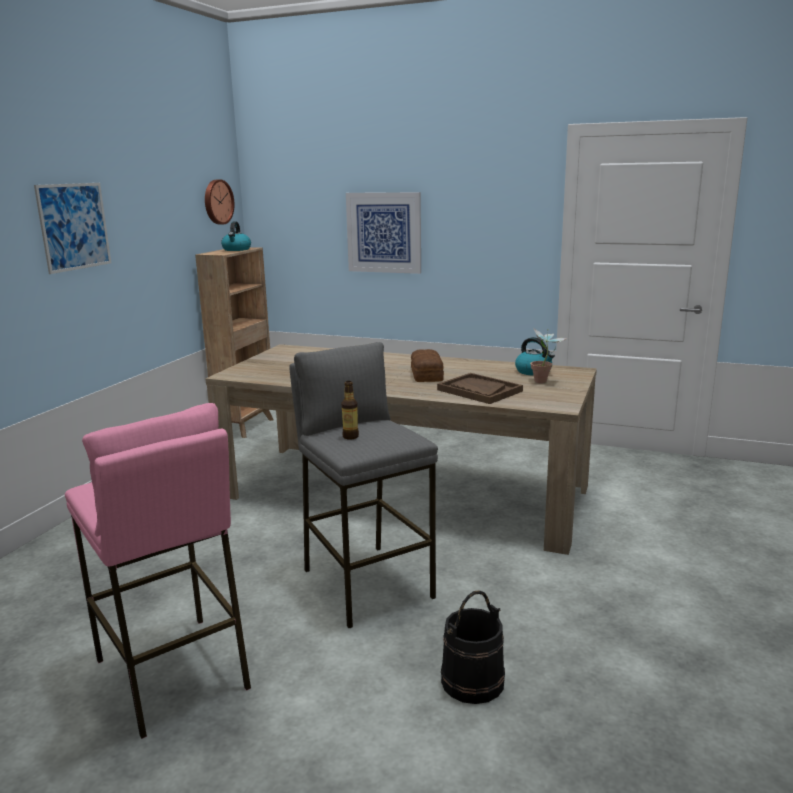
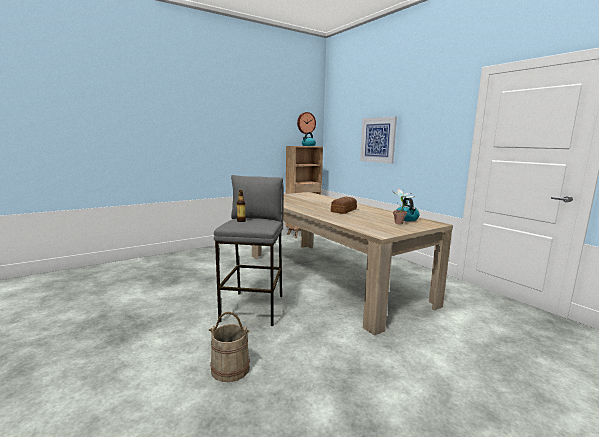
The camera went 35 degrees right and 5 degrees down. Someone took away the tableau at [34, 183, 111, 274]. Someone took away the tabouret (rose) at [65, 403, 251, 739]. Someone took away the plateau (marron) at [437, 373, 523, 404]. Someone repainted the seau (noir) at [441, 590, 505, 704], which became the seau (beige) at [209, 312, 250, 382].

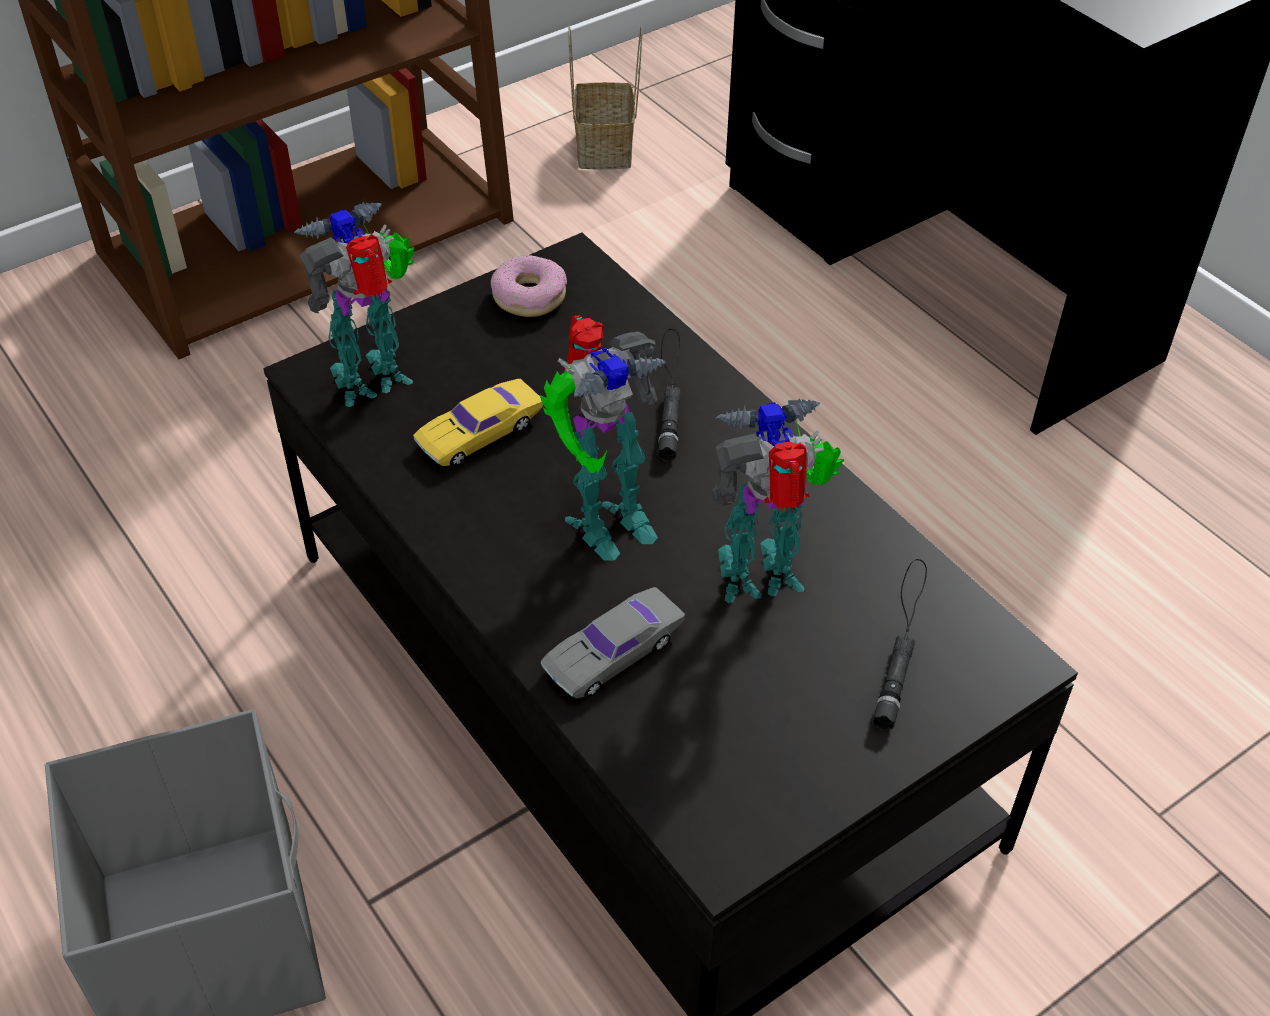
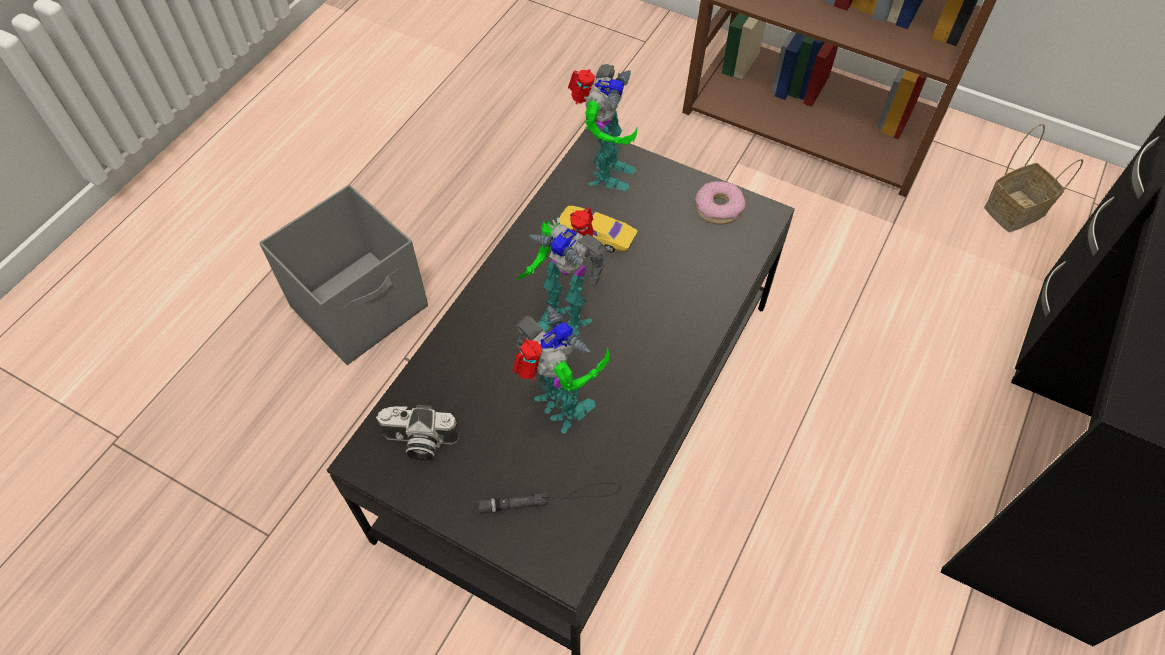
The camera went 65 degrees right and 10 degrees up. Someone rotated the robot jouet at [294, 203, 414, 407] by 75 degrees clockwise. Someone took away the petite voiture (gris) at [541, 587, 685, 698]. Someone took away the lampe de poche (noir) at [658, 329, 681, 462]. Someone put down the appareil photo at [376, 405, 459, 461].

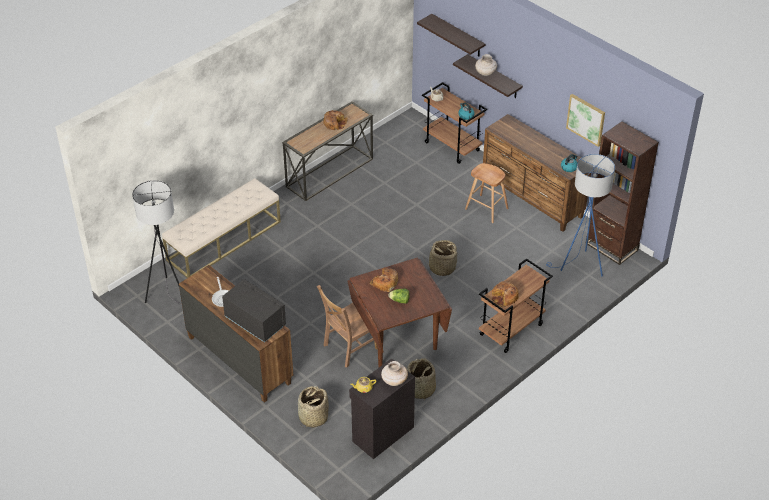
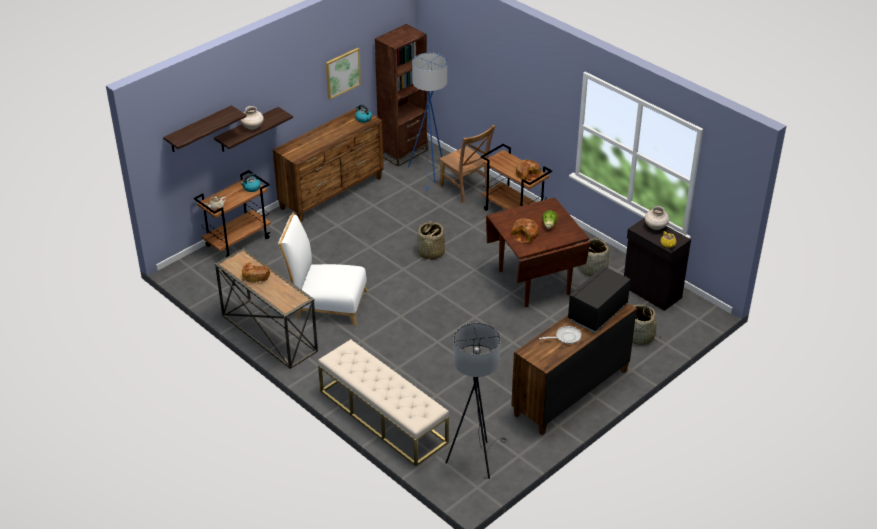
The camera went 90 degrees left and 5 degrees down. Someone carried the chaise (marron) from [317, 285, 378, 368] to [440, 125, 495, 203]. Someone took away the tabouret (marron) at [465, 163, 508, 223]. Someone put down the chaise (blanc) at [278, 212, 368, 326].

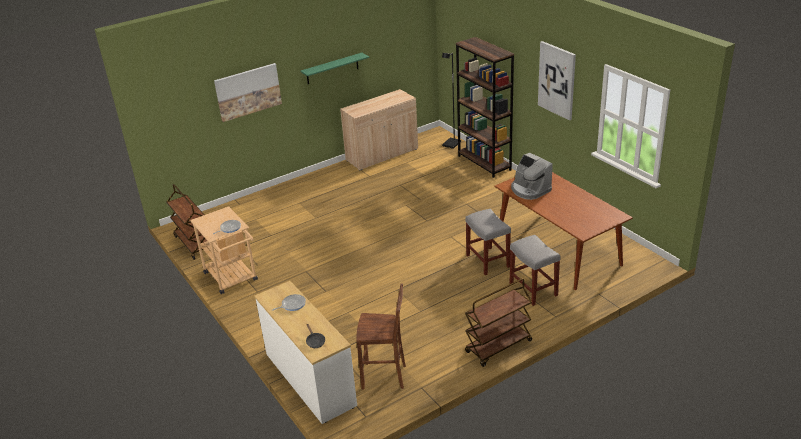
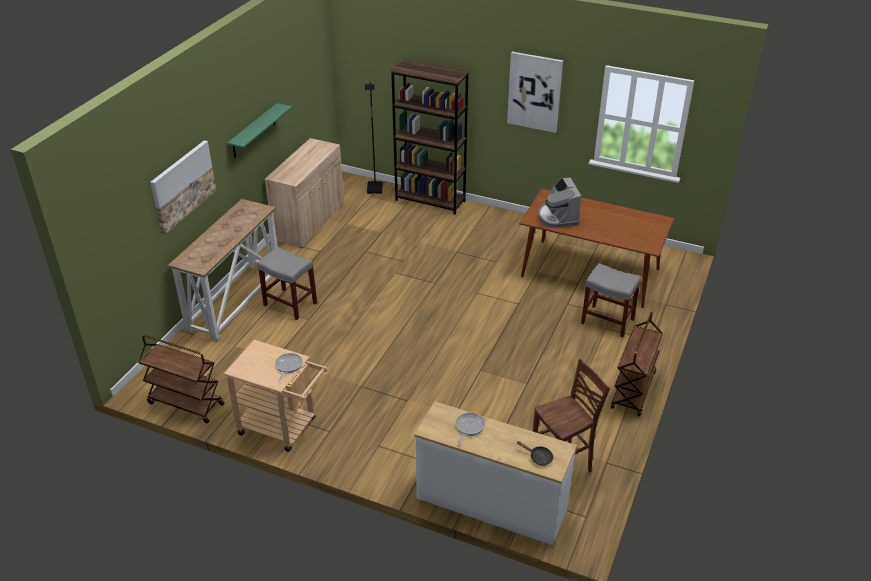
The camera went 35 degrees left and 5 degrees up. Someone carried the tabouret (gris) from [465, 209, 511, 275] to [257, 247, 317, 320]. Someone rotated the machine à café at [511, 153, 553, 200] by 60 degrees clockwise. Someone put down the table console at [168, 199, 278, 341].

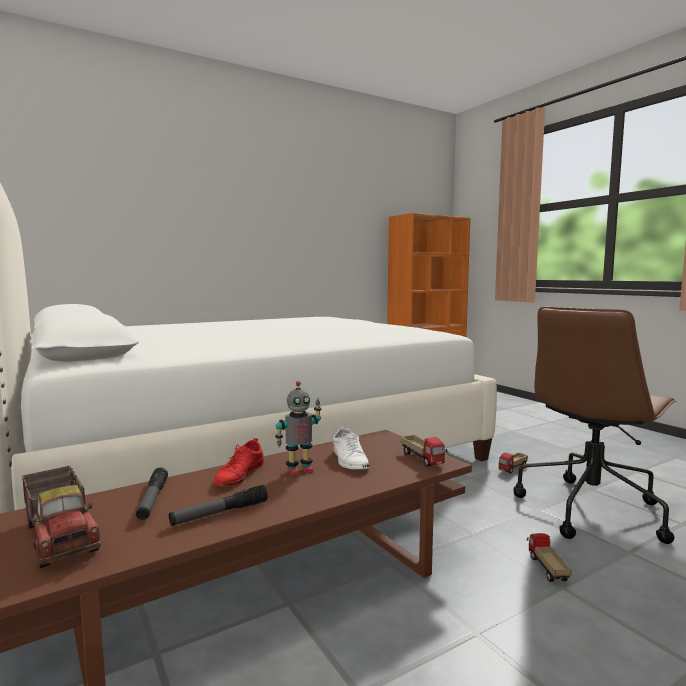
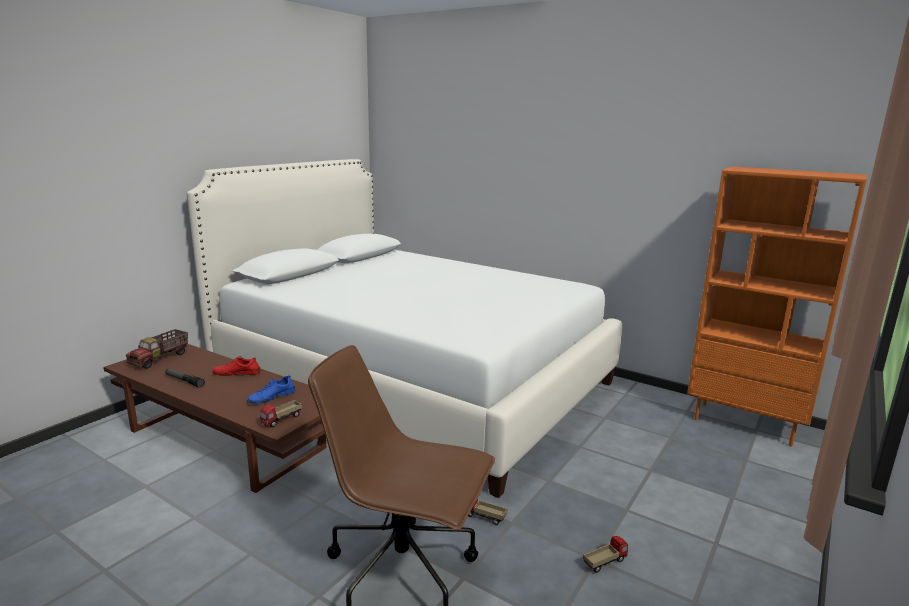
The camera went 65 degrees right and 10 degrees up. Someone took away the lampe de poche at [136, 468, 168, 520]. Someone took away the robot jouet at [275, 381, 321, 476]. Someone repainted the chaussure (blanc) at [333, 426, 370, 469], which became the chaussure (bleu) at [247, 375, 295, 404]. Someone carried the camion jouet from [527, 533, 572, 582] to [583, 536, 628, 573].

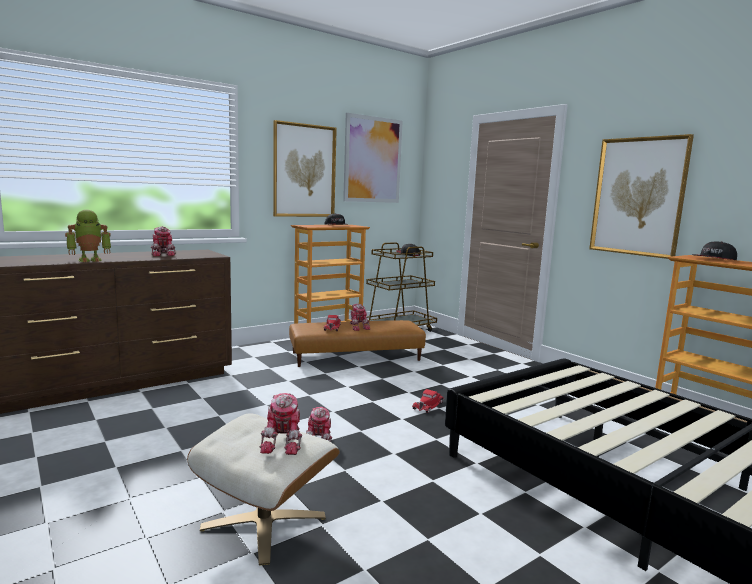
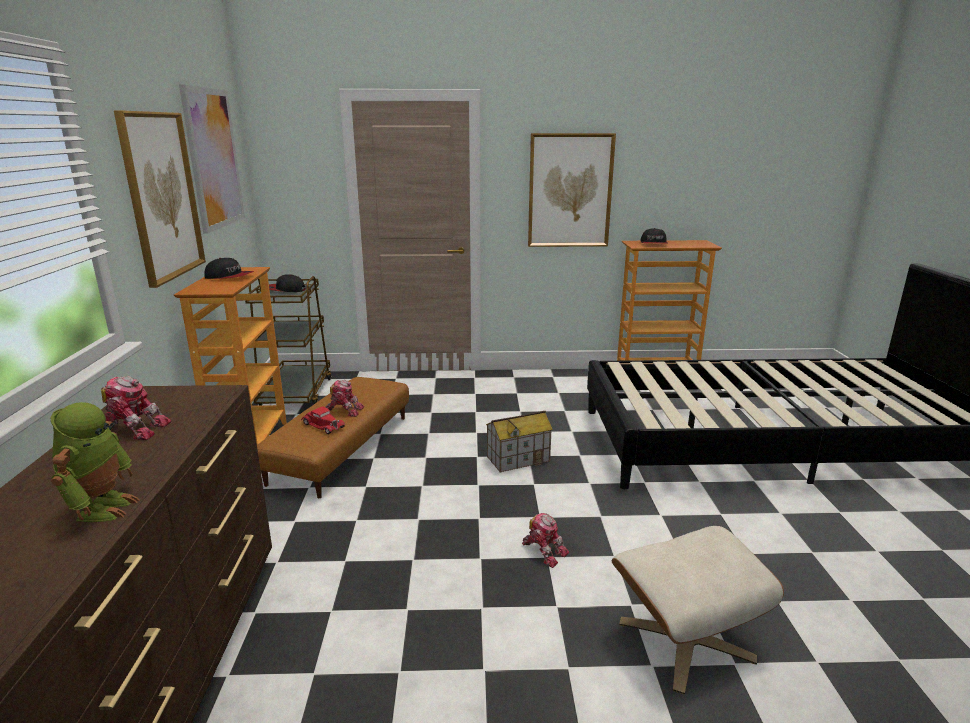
The camera went 55 degrees left and 10 degrees up. Someone took away the robot jouet at [260, 393, 302, 455]. Someone swapped the petite voiture (rouge) at [412, 389, 444, 413] for the maison miniature at [486, 411, 553, 472].

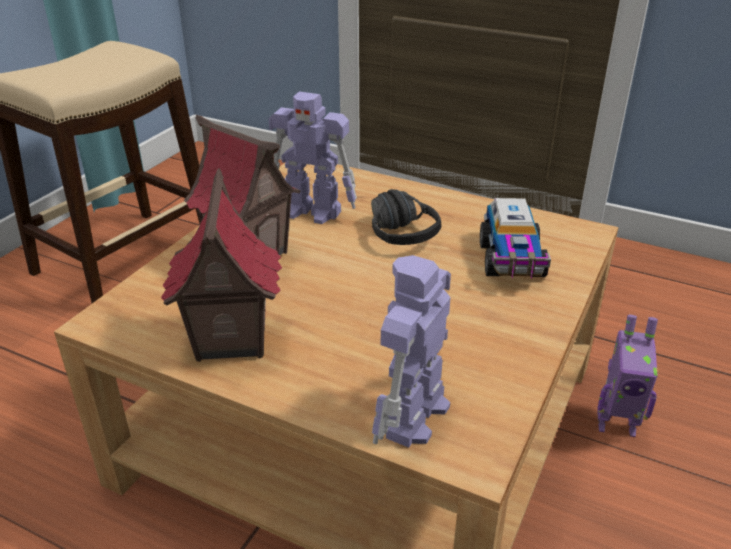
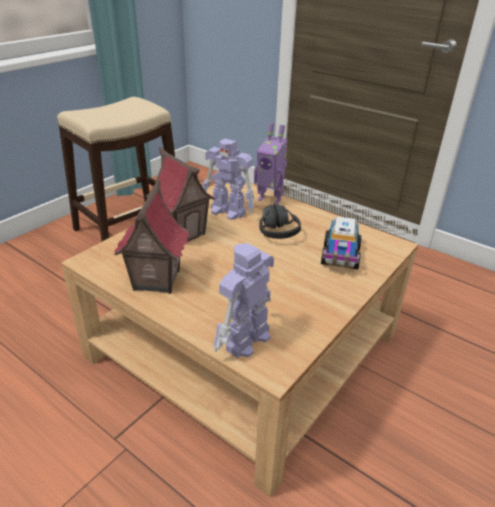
The camera went 10 degrees right and 0 degrees up. Someone carried the robot jouet from [597, 314, 658, 437] to [254, 123, 287, 204].

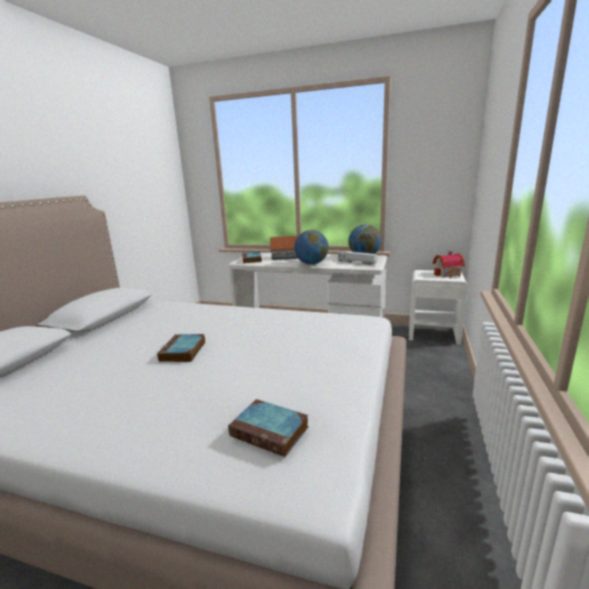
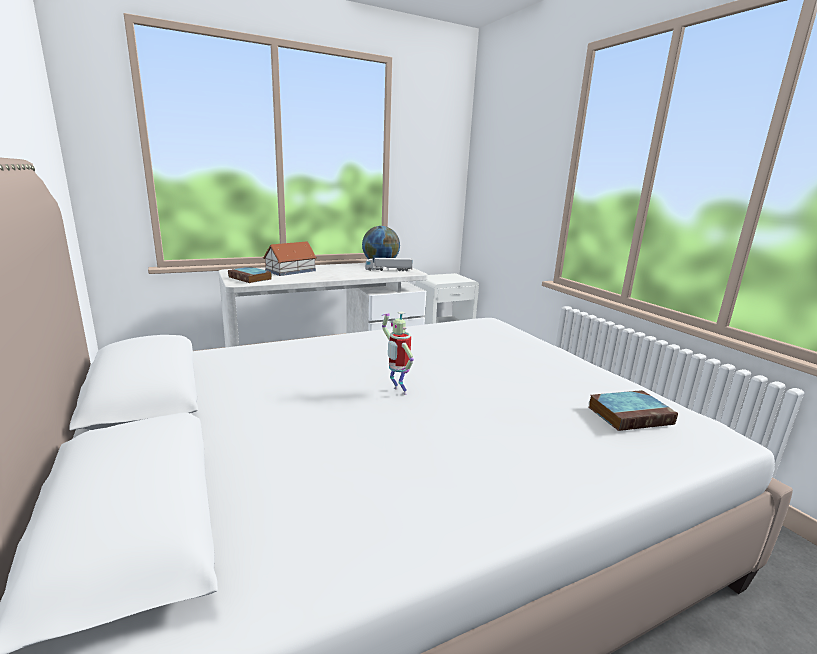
The camera went 45 degrees left and 0 degrees up. Someone swapped the livre at [157, 334, 205, 362] for the robot jouet at [382, 311, 414, 395]. Someone took away the globe at [294, 230, 329, 265]. Someone took away the maison miniature at [433, 251, 465, 278].

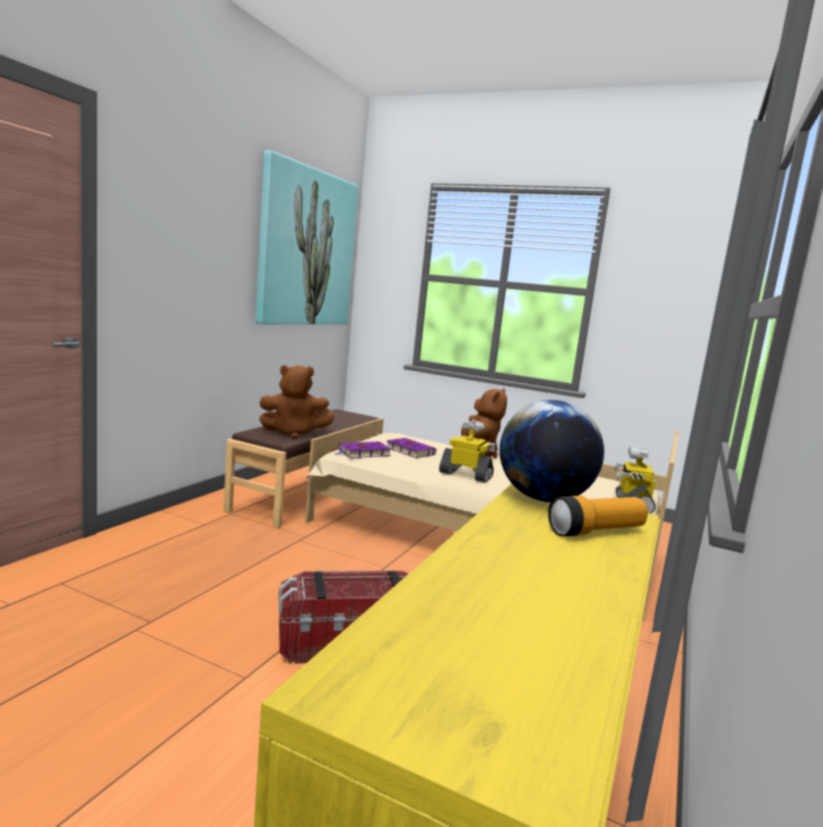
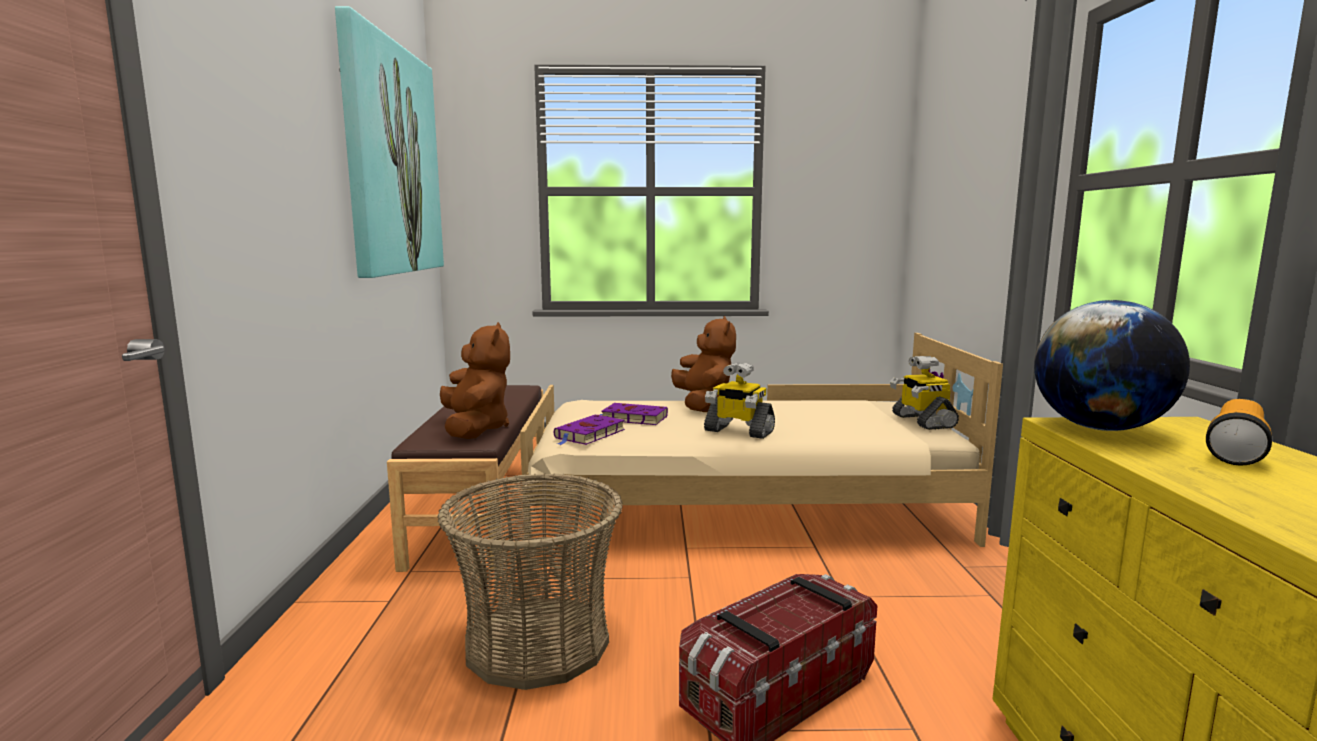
The camera went 25 degrees left and 0 degrees up. Someone rotated the peluche (marron) at [259, 365, 335, 439] by 75 degrees counterclockwise. Someone rotated the robot jouet at [439, 420, 495, 483] by 150 degrees counterclockwise. Someone put down the panier at [437, 473, 623, 690].

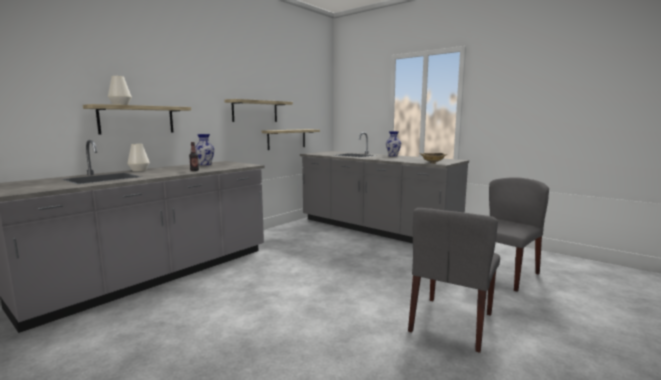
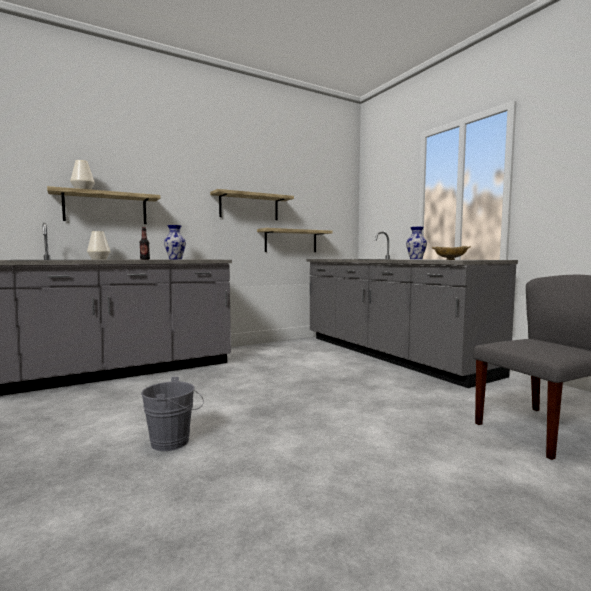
The camera went 20 degrees right and 5 degrees down. Someone took away the chaise (gris) at [408, 208, 500, 353]. Someone put down the seau (gris) at [141, 377, 204, 451].

